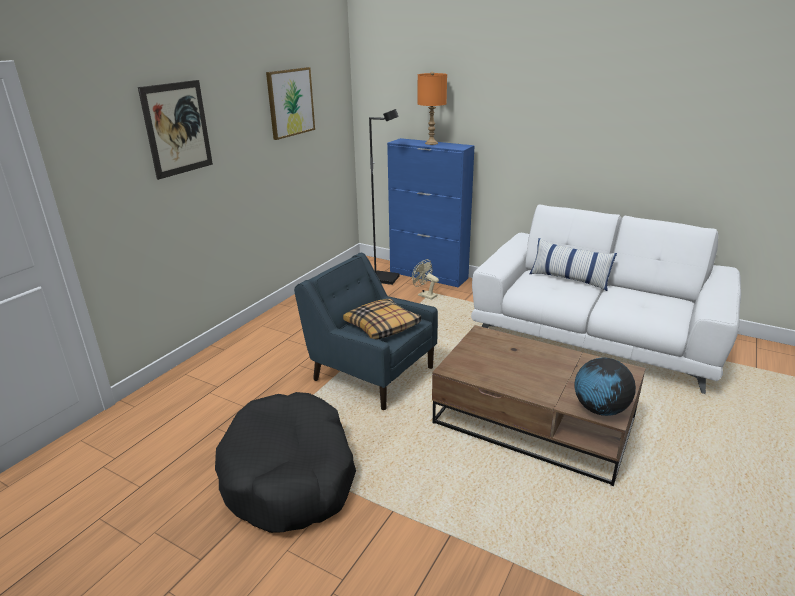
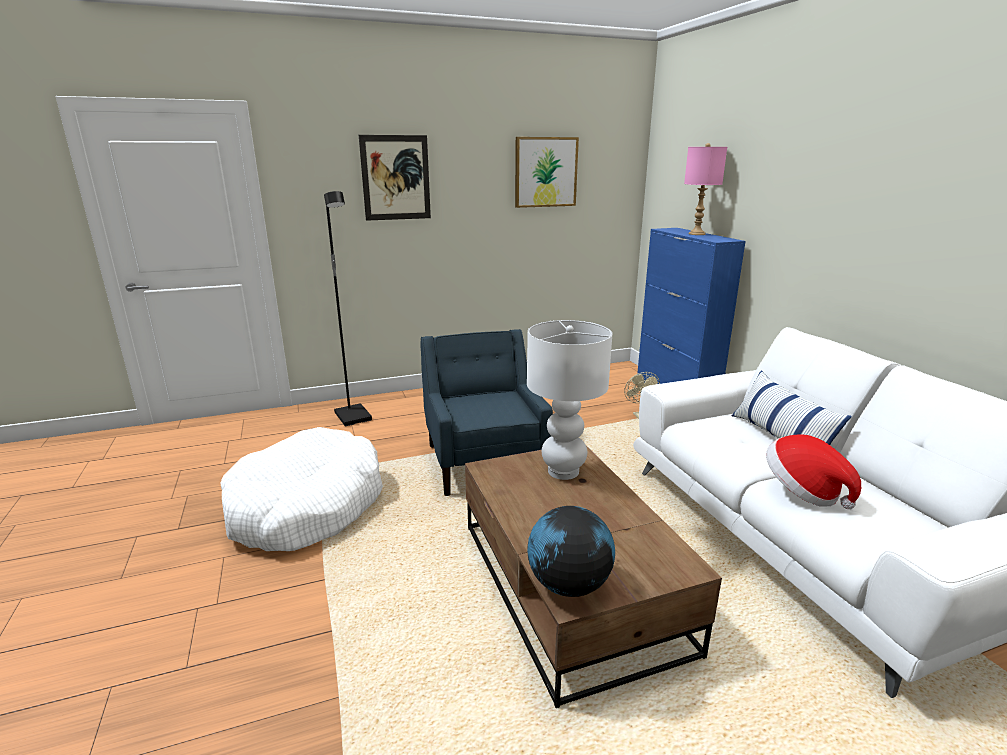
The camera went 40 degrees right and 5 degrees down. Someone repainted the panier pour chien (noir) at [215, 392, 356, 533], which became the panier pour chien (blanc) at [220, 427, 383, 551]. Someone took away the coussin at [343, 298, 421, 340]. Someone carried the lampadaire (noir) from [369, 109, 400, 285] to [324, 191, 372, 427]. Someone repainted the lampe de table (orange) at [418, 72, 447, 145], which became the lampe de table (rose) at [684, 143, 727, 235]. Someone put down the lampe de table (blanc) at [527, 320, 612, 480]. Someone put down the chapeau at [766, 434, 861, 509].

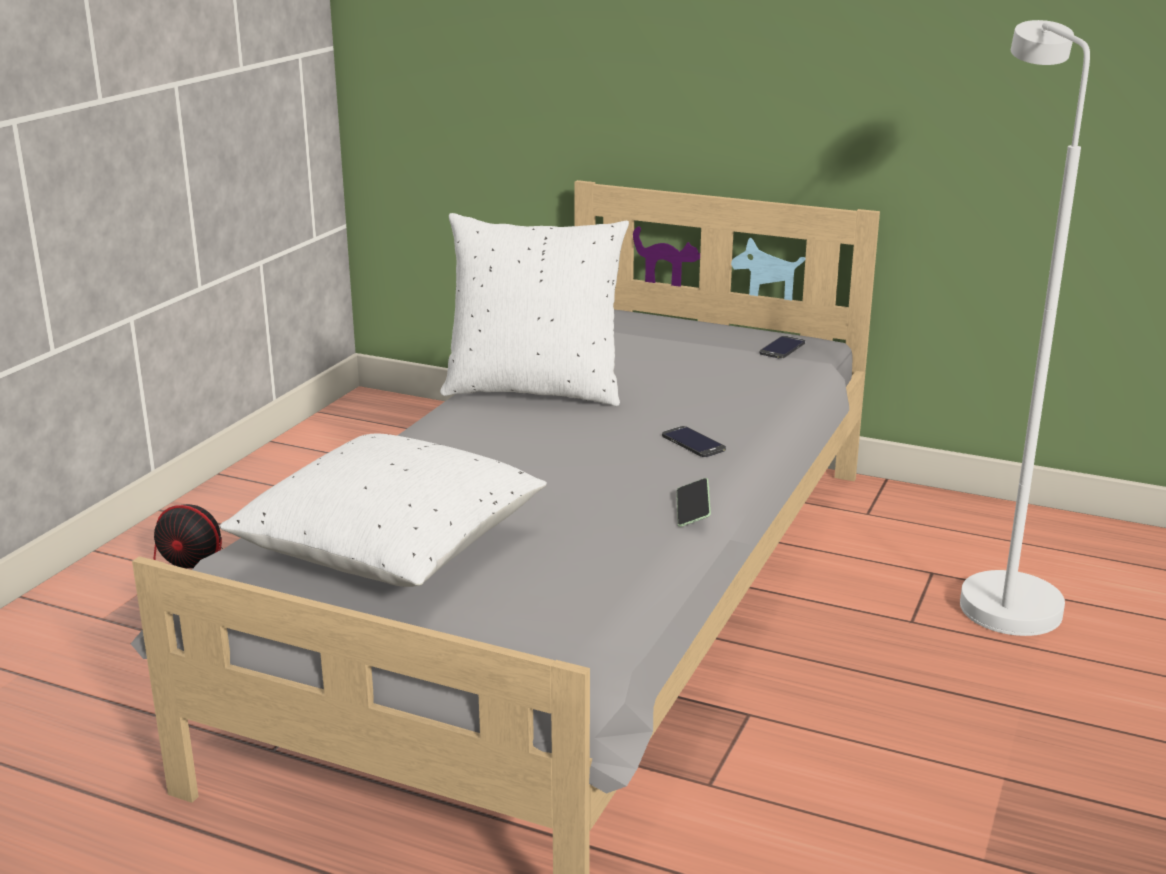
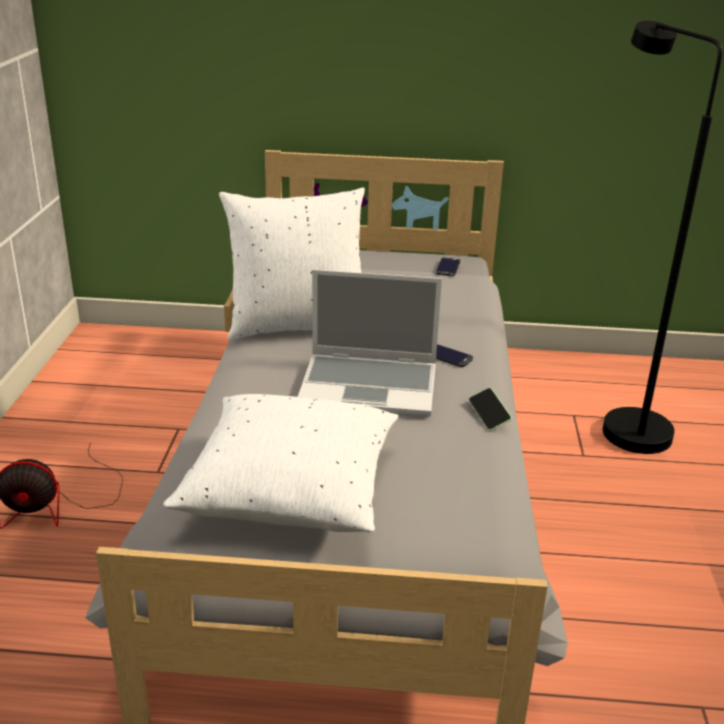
The camera went 20 degrees left and 5 degrees up. Someone repainted the lampadaire (blanc) at [960, 20, 1090, 636], which became the lampadaire (noir) at [603, 21, 723, 454]. Someone put down the ordinateur portable at [298, 270, 442, 418].

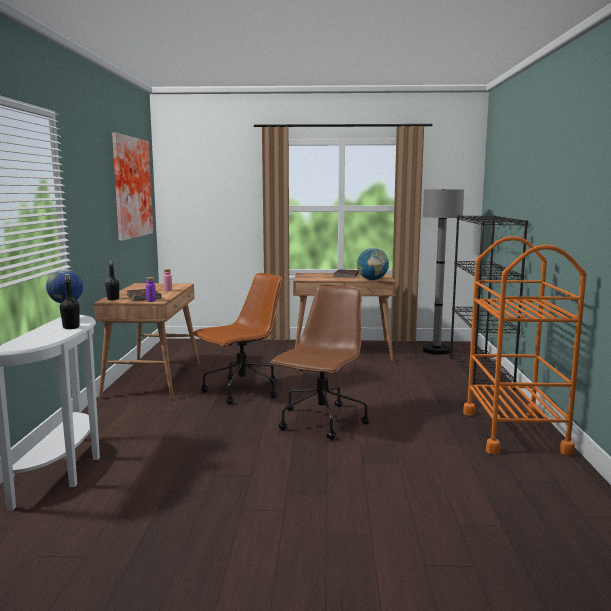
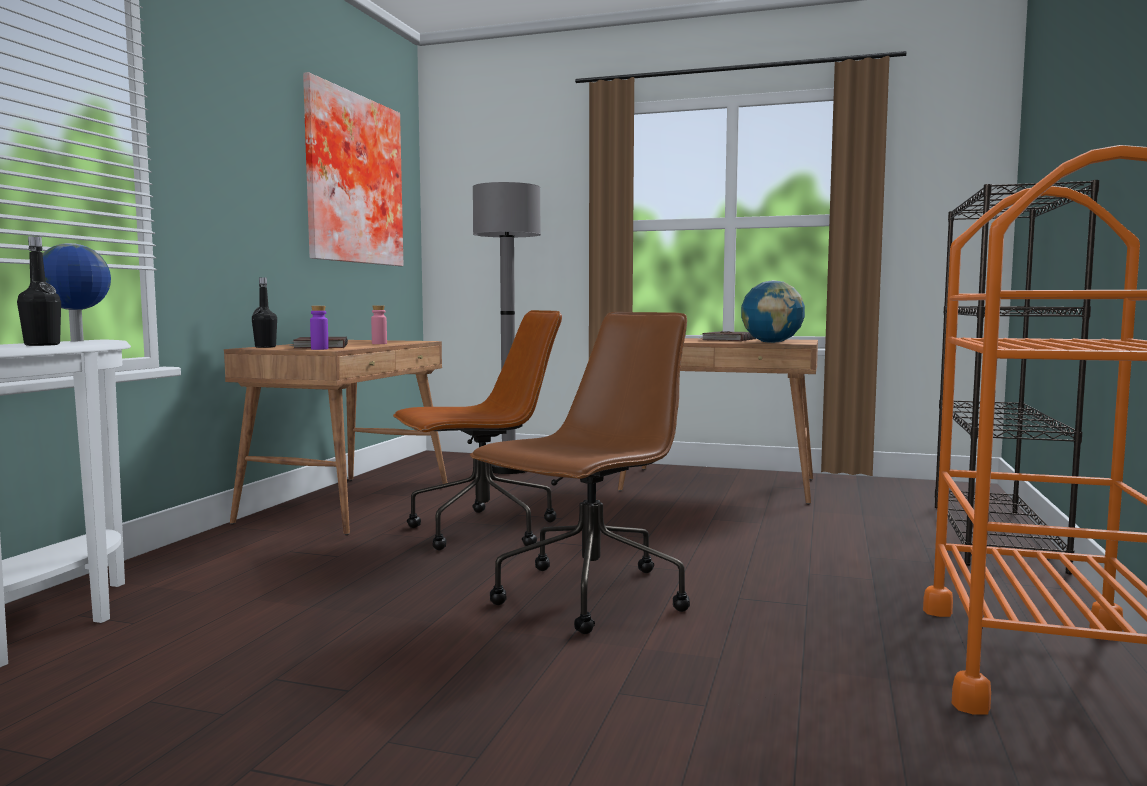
The camera went 15 degrees right and 5 degrees down. Someone carried the lampadaire (gris) from [423, 189, 464, 355] to [473, 182, 541, 474].

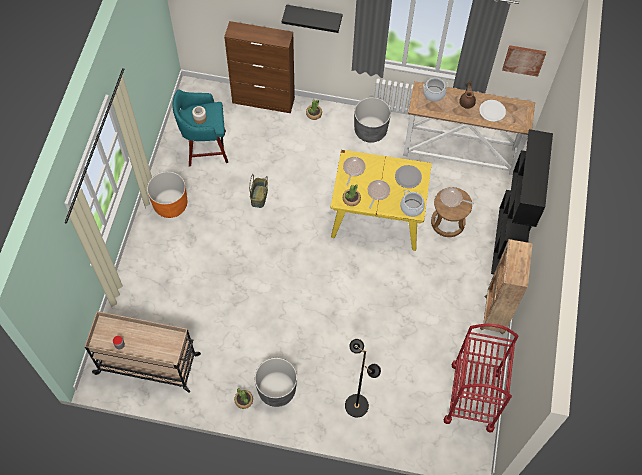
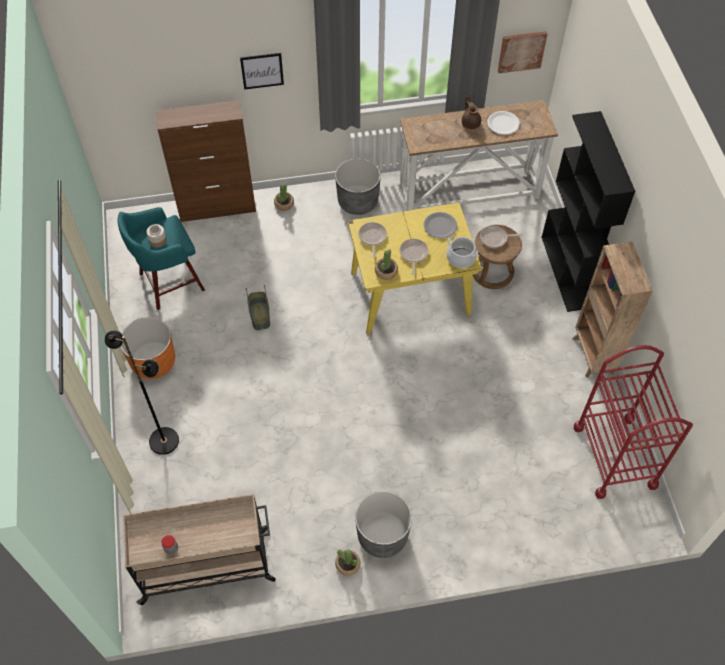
The camera went 20 degrees left and 5 degrees down. Someone swapped the étagère (noir) at [282, 5, 342, 33] for the tableau at [240, 53, 284, 90]. Someone carried the lampadaire (noir) from [345, 339, 381, 417] to [105, 330, 179, 455]. Someone took away the marmite at [423, 77, 449, 102].

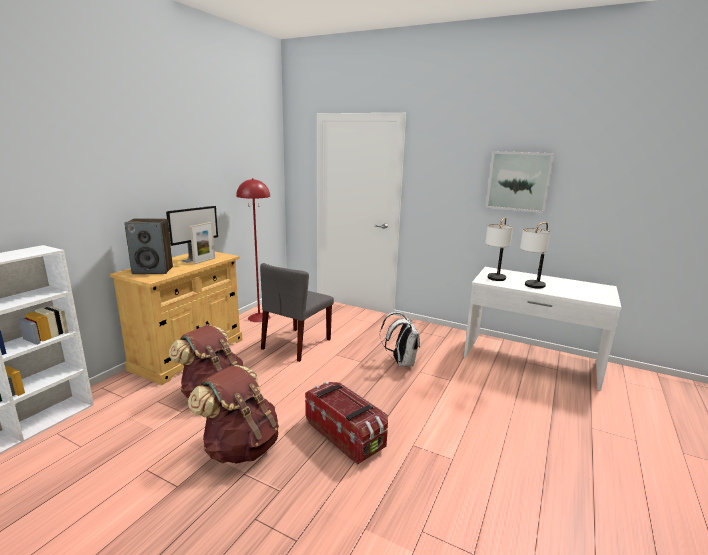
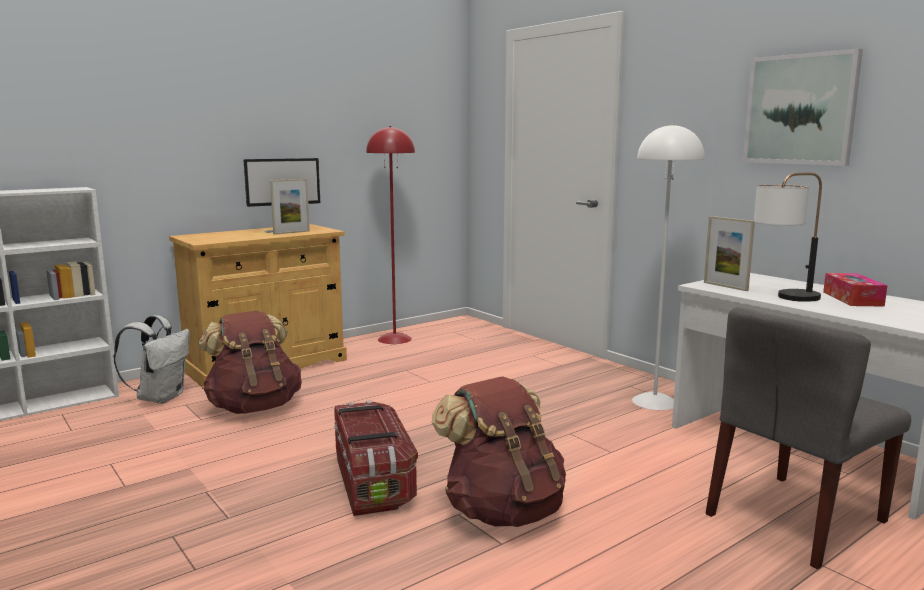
The camera went 25 degrees right and 5 degrees down. Someone took away the enceinte at [124, 218, 173, 274]. Someone carried the sac à dos (marron) from [188, 365, 279, 464] to [432, 376, 566, 527]. Someone carried the chaise (gris) from [260, 263, 334, 362] to [706, 307, 911, 569]. Someone carried the sac à dos (blanc) from [380, 312, 420, 367] to [113, 315, 190, 404]. Someone swapped the lampe de table at [485, 217, 513, 281] for the cadre photo at [704, 216, 755, 291]. Someone put down the lampadaire (blanc) at [632, 123, 705, 410]. Someone put down the boîte à mouchoirs at [823, 273, 888, 307].

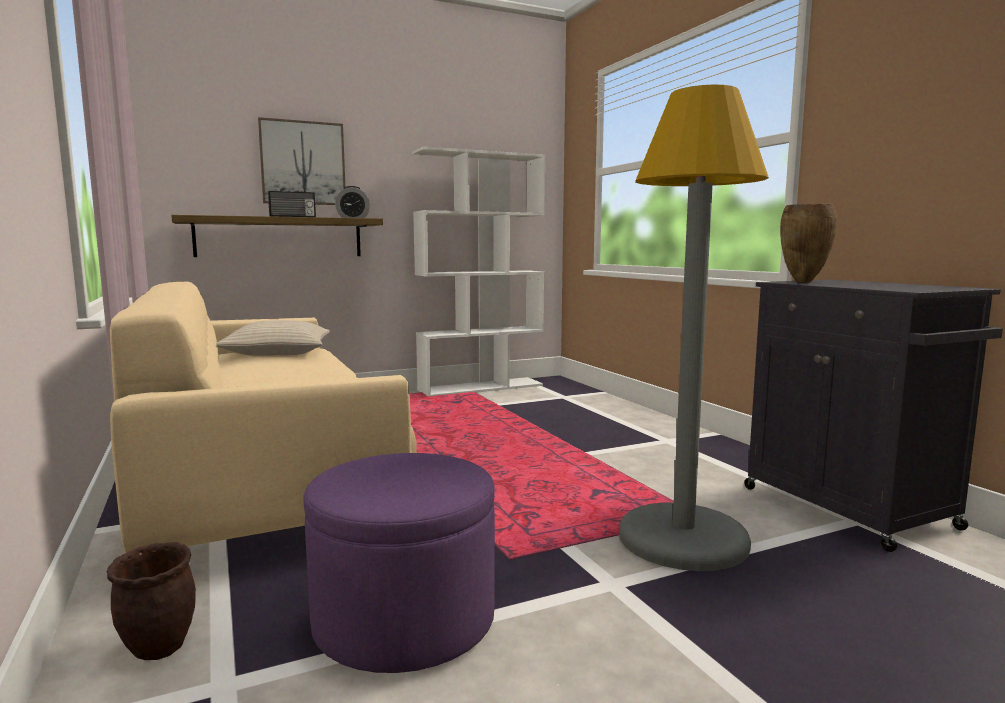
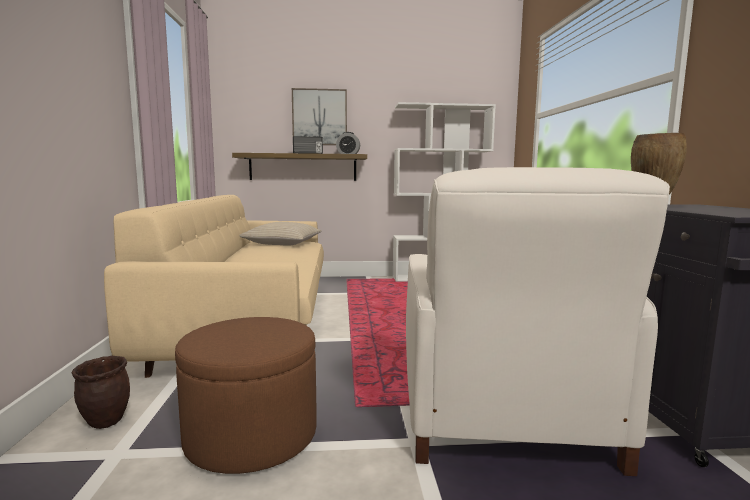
The camera went 20 degrees right and 0 degrees up. Someone repainted the pouf (violet) at [303, 453, 495, 673], which became the pouf (marron) at [175, 317, 317, 474]. Someone swapped the lampadaire (gris) at [619, 85, 769, 571] for the fauteuil (blanc) at [406, 167, 670, 476].

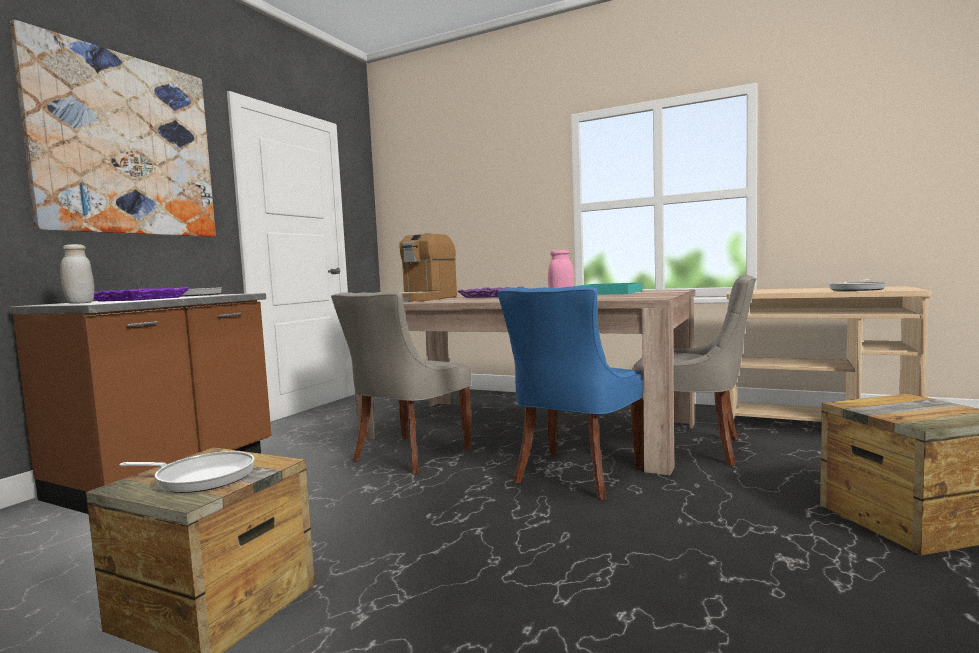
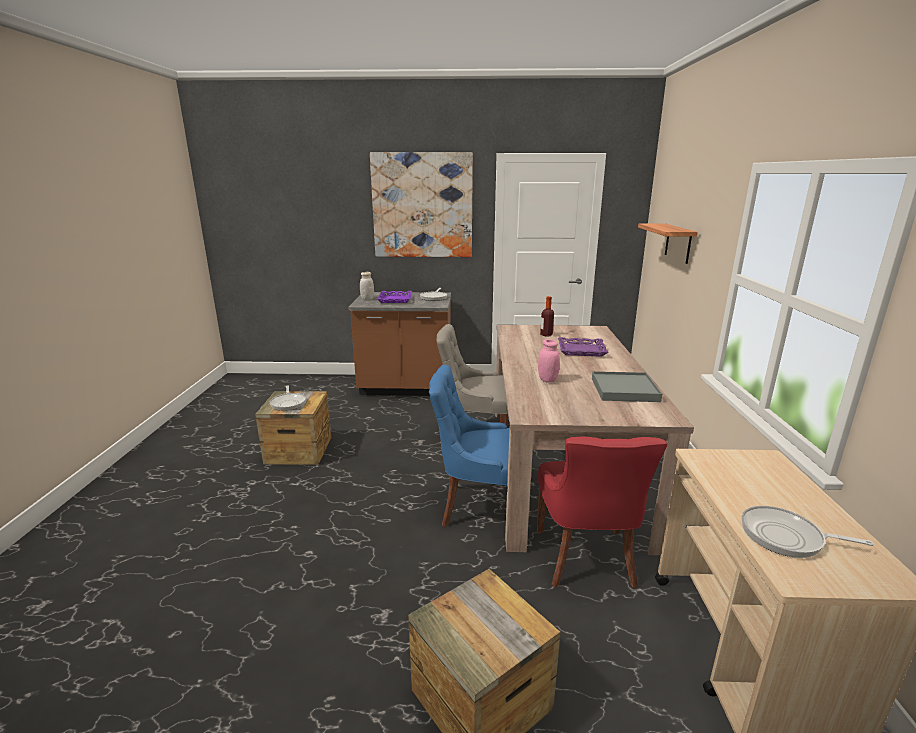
The camera went 65 degrees right and 15 degrees up. Someone swapped the machine à café at [399, 233, 457, 302] for the bouteille at [540, 296, 554, 337]. Someone repainted the plateau (turquoise) at [578, 283, 642, 295], which became the plateau (gris) at [592, 371, 662, 402]. Someone repainted the chaise (gris) at [632, 275, 757, 466], which became the chaise (rouge) at [537, 436, 668, 589]. Someone put up the étagère at [638, 223, 698, 264].

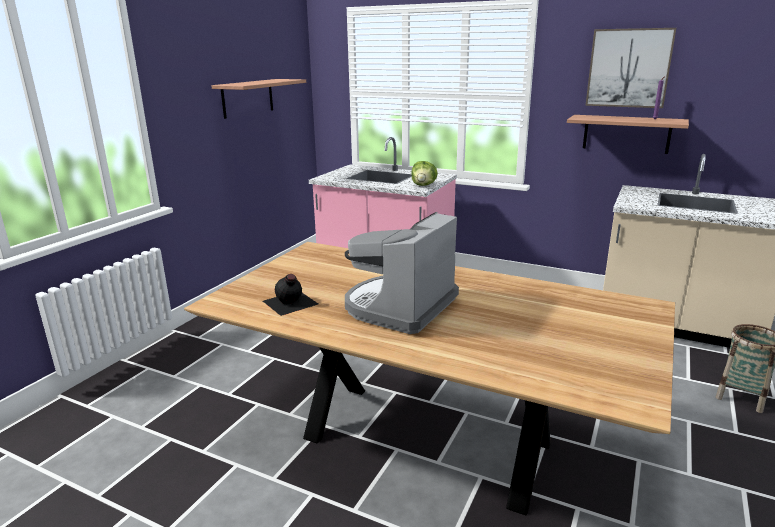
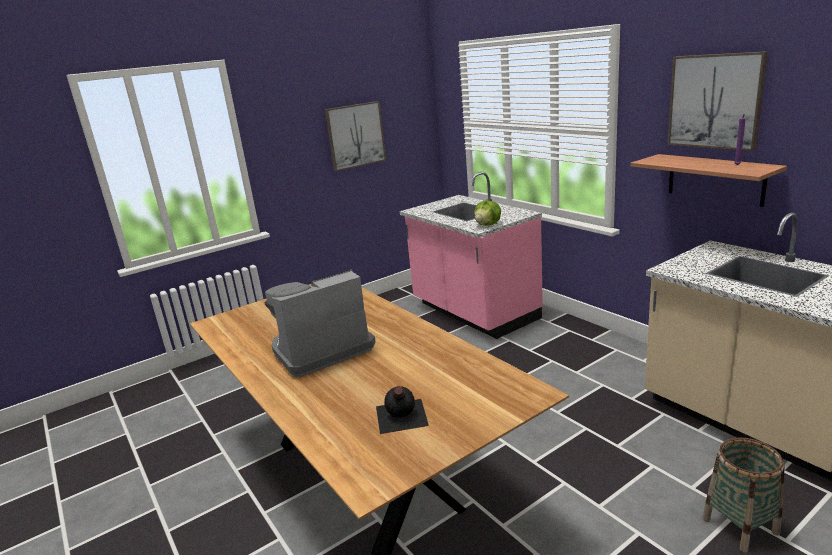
The camera went 30 degrees right and 0 degrees up. Someone swapped the étagère at [211, 79, 306, 119] for the tableau at [325, 101, 386, 171]. Someone carried the bouteille (noir) from [263, 274, 318, 316] to [376, 386, 429, 434].

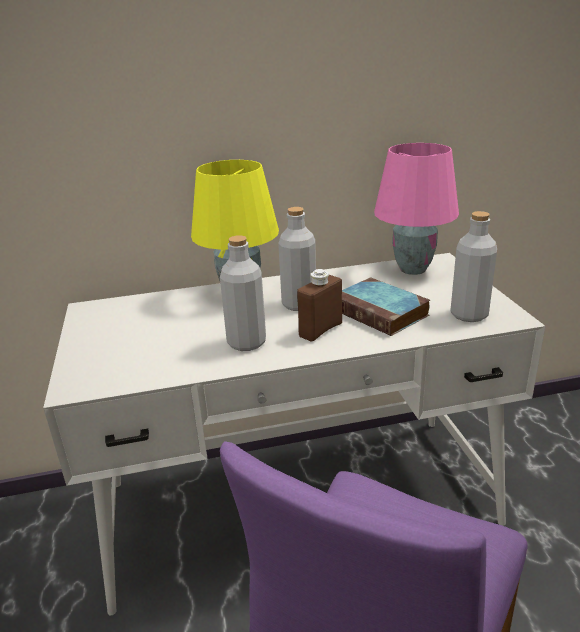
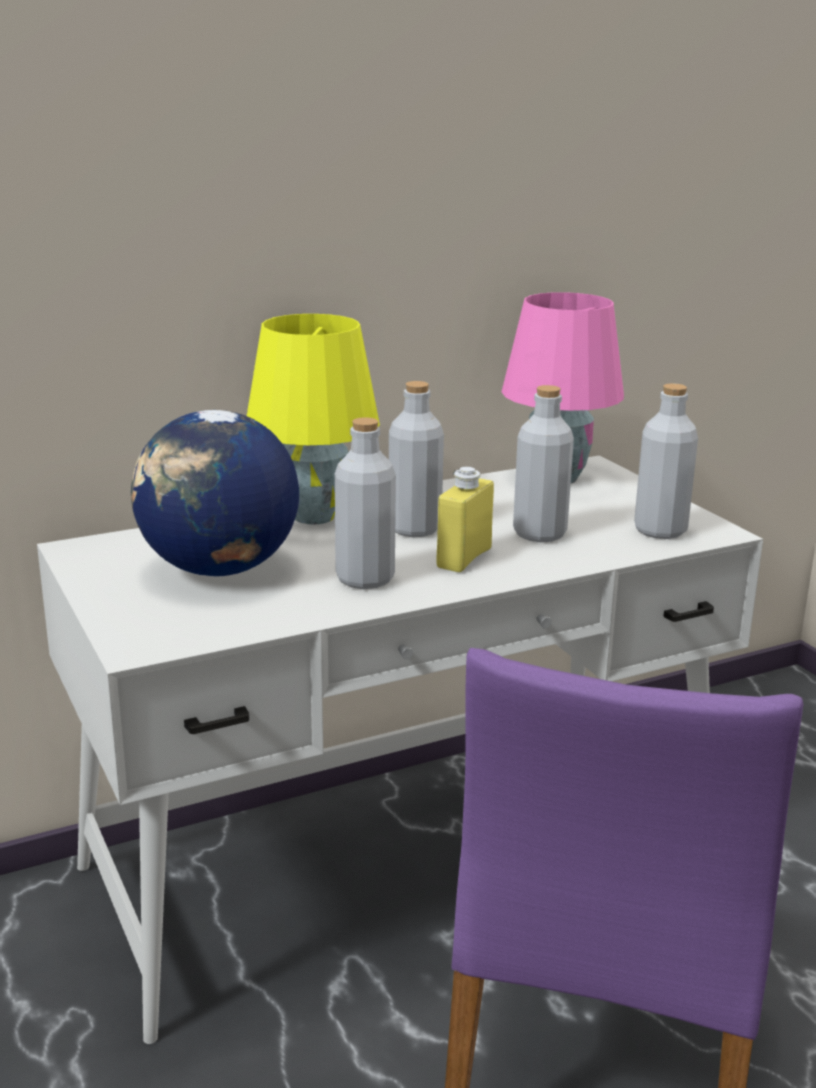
The camera went 15 degrees left and 5 degrees down. Someone repainted the bouteille (marron) at [297, 269, 342, 342], which became the bouteille (jaune) at [436, 467, 494, 572]. Someone swapped the livre at [342, 277, 430, 336] for the bouteille (gris) at [513, 385, 574, 542]. Someone put down the globe at [131, 410, 299, 576].

